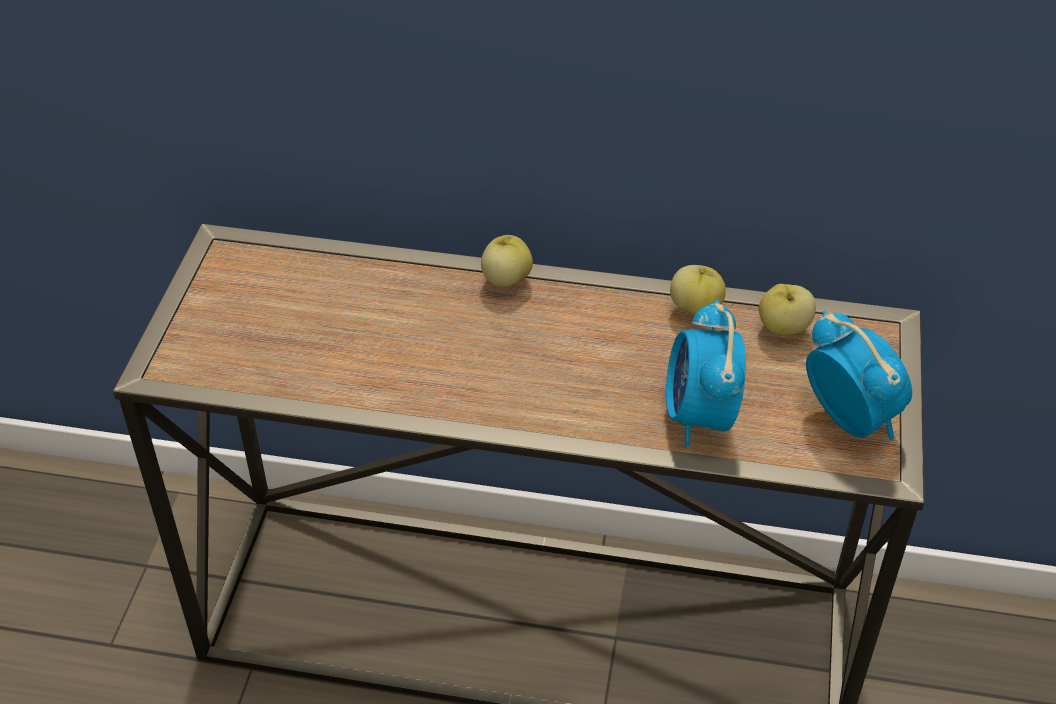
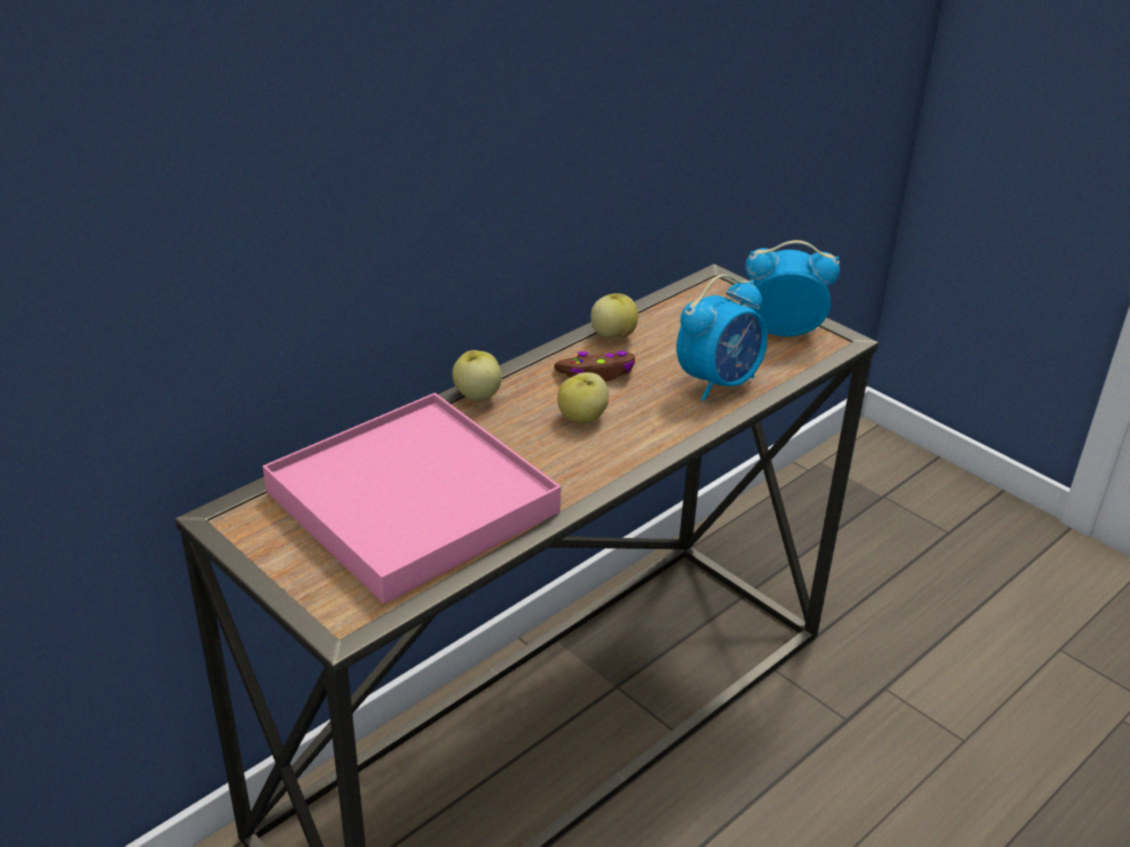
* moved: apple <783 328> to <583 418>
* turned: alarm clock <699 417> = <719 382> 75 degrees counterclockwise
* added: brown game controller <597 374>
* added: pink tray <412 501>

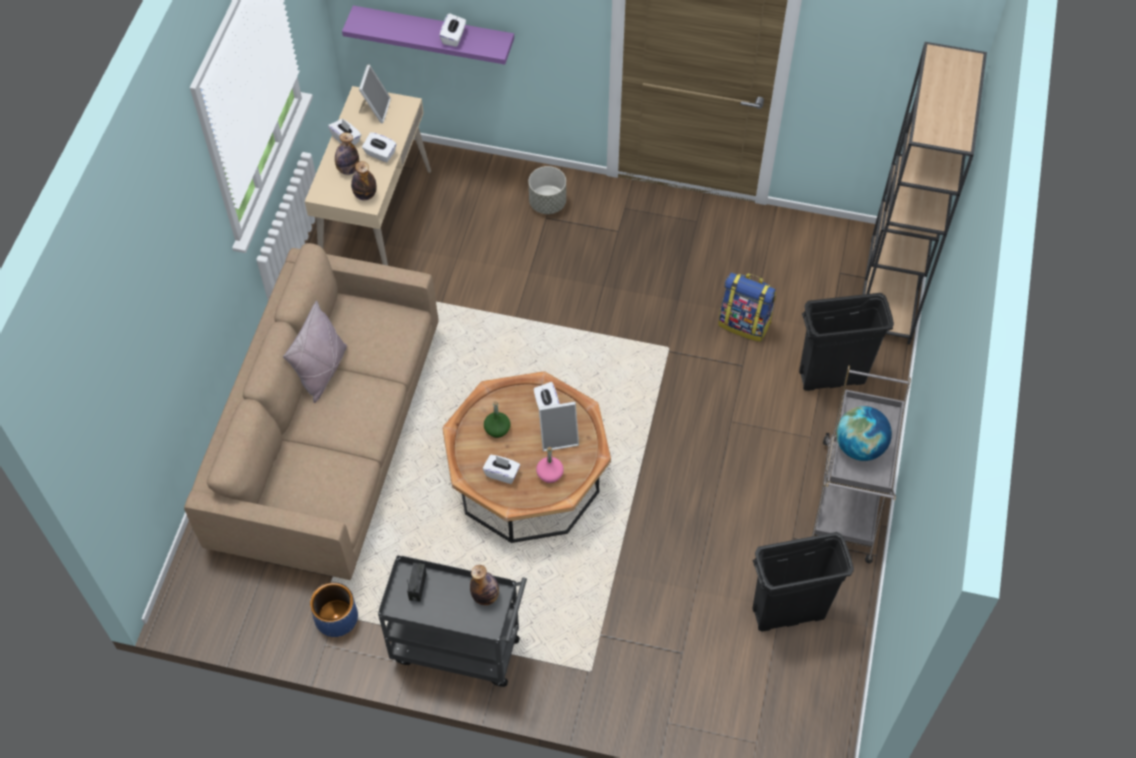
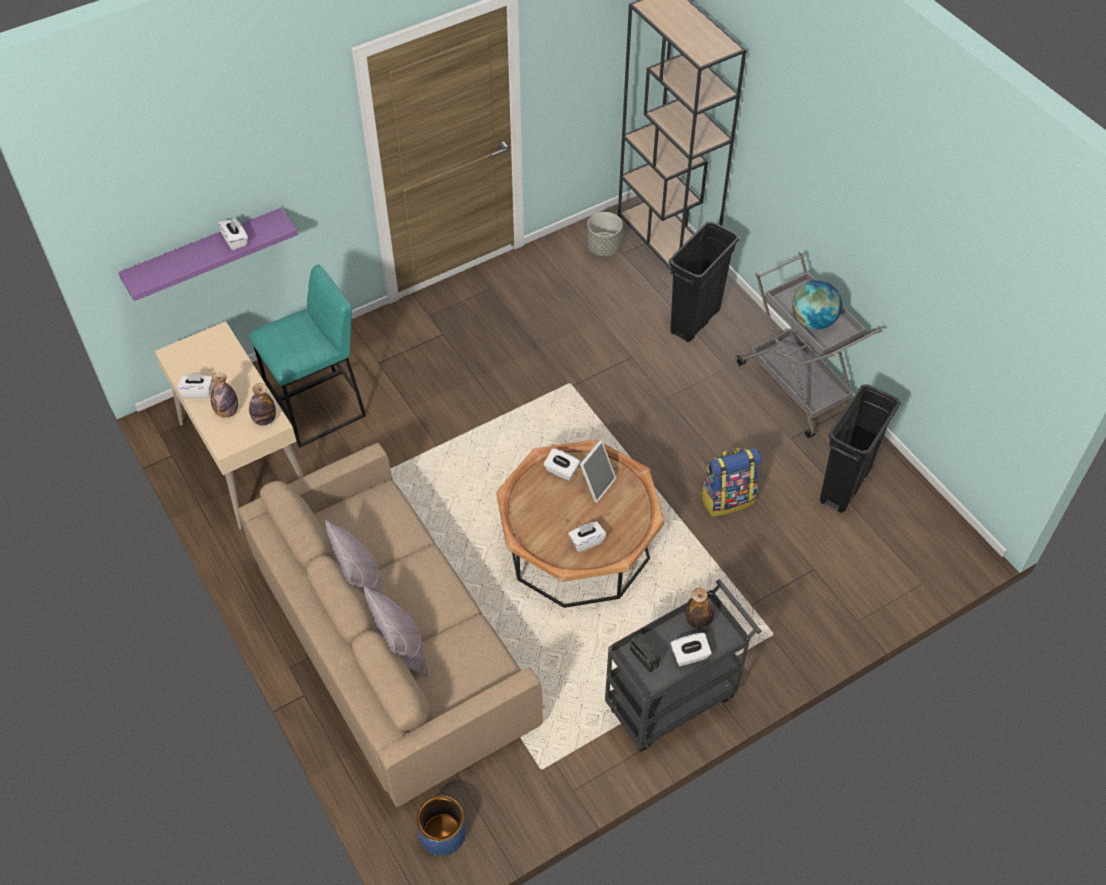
* removed: picture frame <375 109>
* moved: white tissue box <380 154> to <689 656>
* moved: grey planter <548 203> to <603 247>
* moved: backpack <745 323> to <727 499>
* removed: green bottle <497 429>
* removed: pink bottle <550 474>
* moved: blue planter <336 617> to <442 833>
* added: turquoise stool <319 409>
* added: purple pillow <401 649>

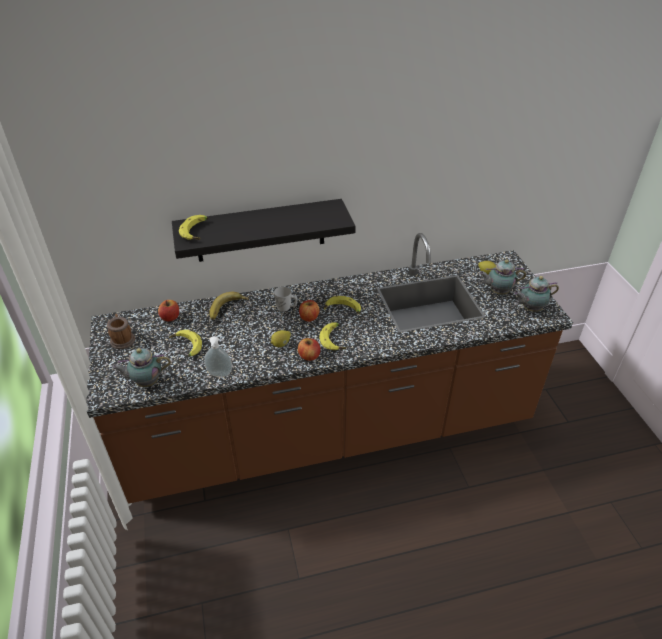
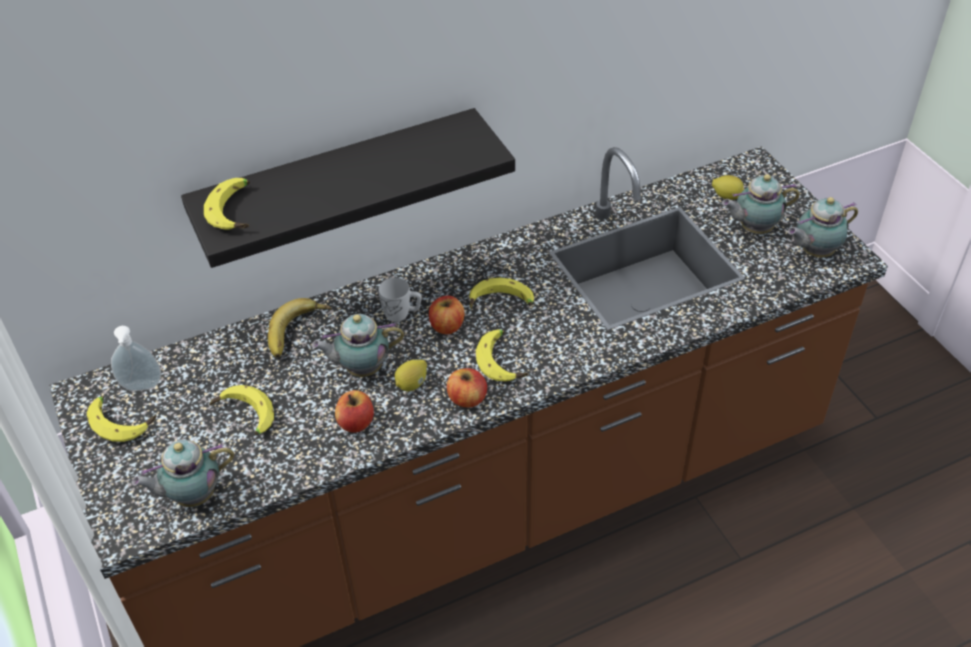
* moved: apple <170 317> to <356 422>
* replaced: mug <122 339> to banana <122 421>
* moved: soap dispenser <219 375> to <142 387>
* added: teapot <361 368>

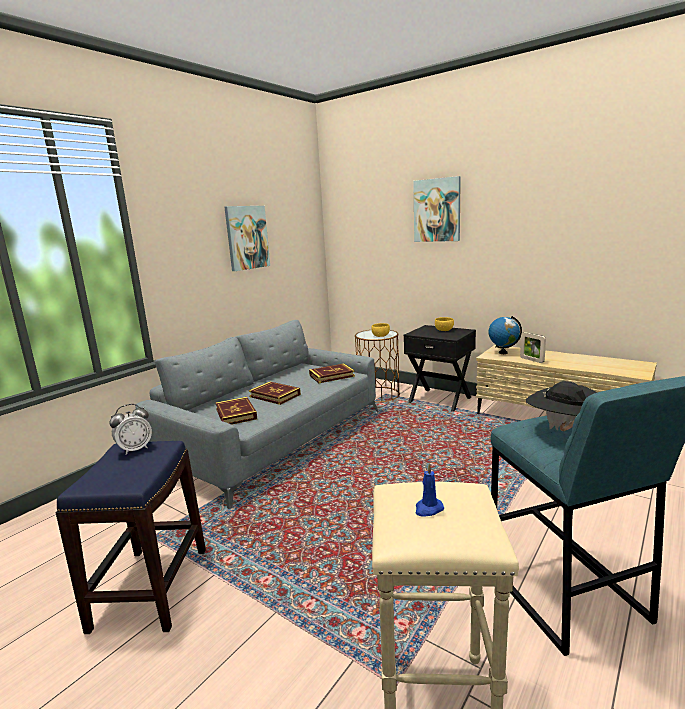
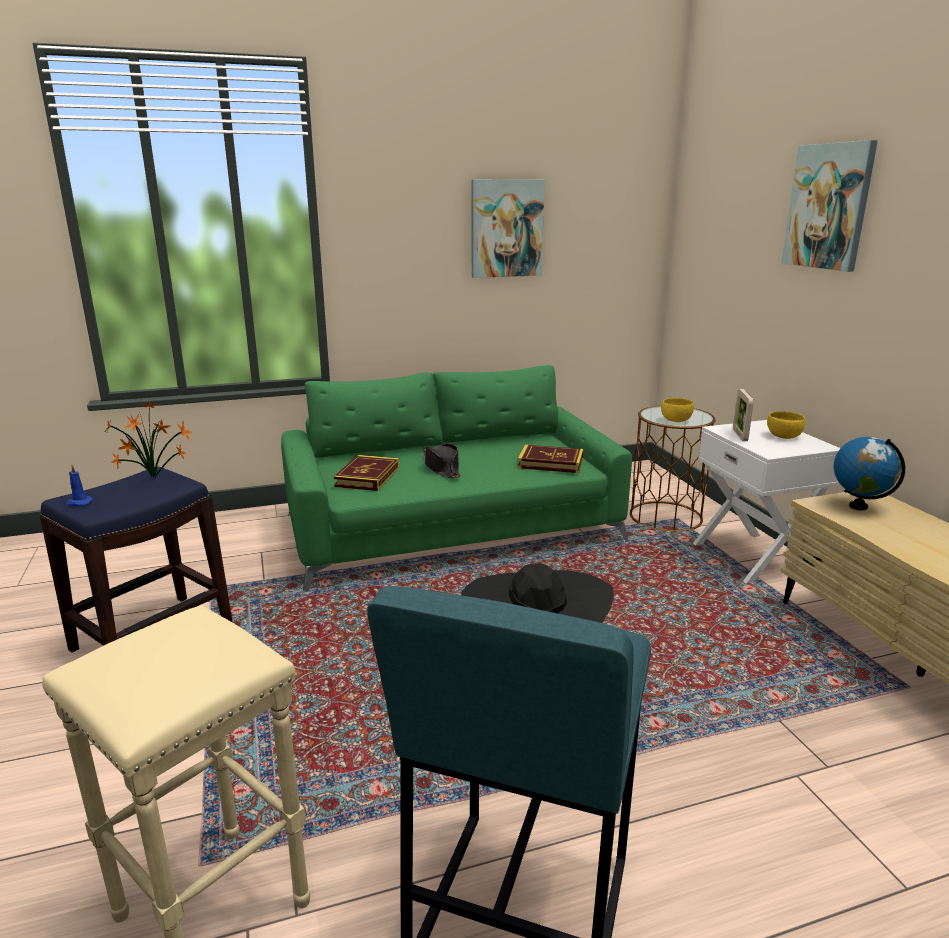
* recoloured: grey sofa <274 438> to green sofa <453 528>
* recoloured: black nightstand <440 400> to white nightstand <753 557>
* moved: picture frame <531 360> to <740 435>
* replaced: book <275 395> to black hat <441 468>
* replaced: alarm clock <135 449> to potted plant <156 478>
* moved: blue candle <428 509> to <79 503>

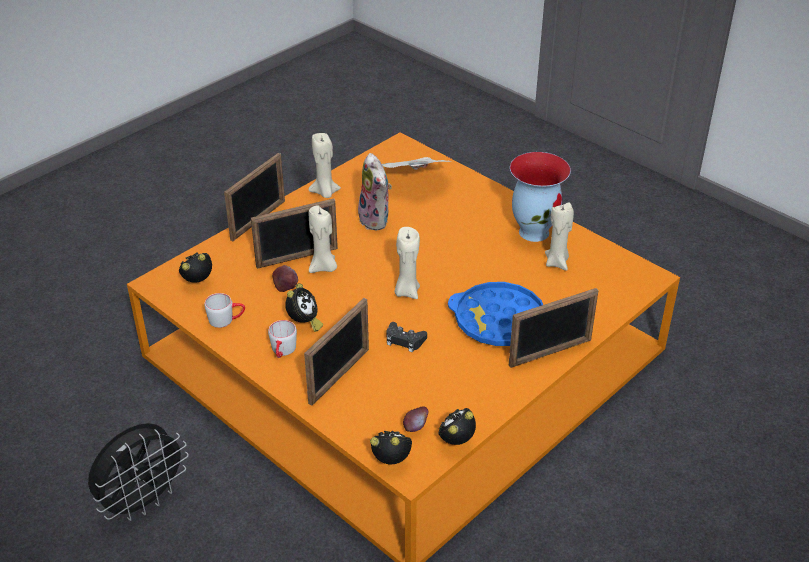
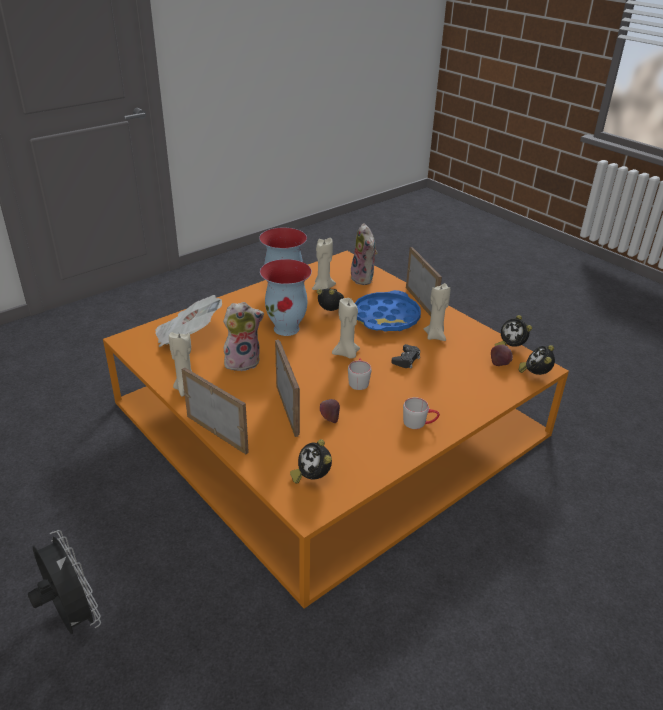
* moved: beige candle <323 267> to <435 336>
* moved: alarm clock <304 323> to <331 312>
* moved: grey mug <226 319> to <358 381>
* removed: picture frame <339 376>
* moved: black fan <143 502> to <71 616>
* added: plush toy <364 279>
* added: vase <287 328>

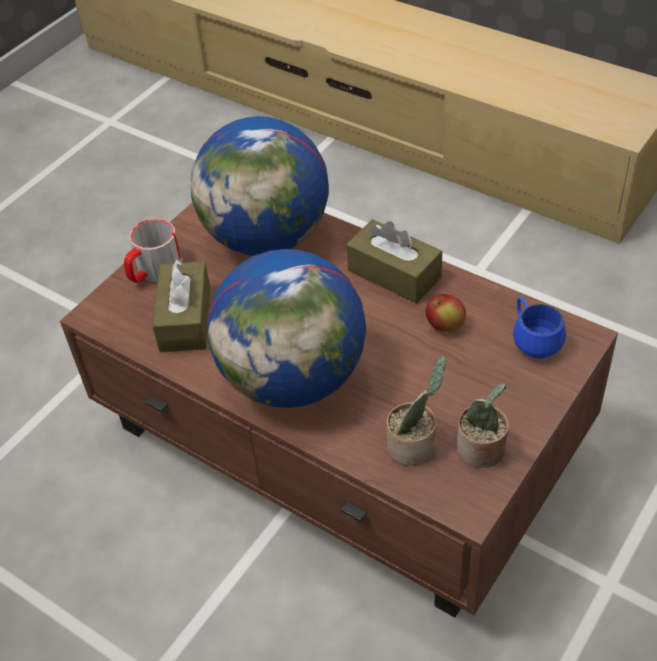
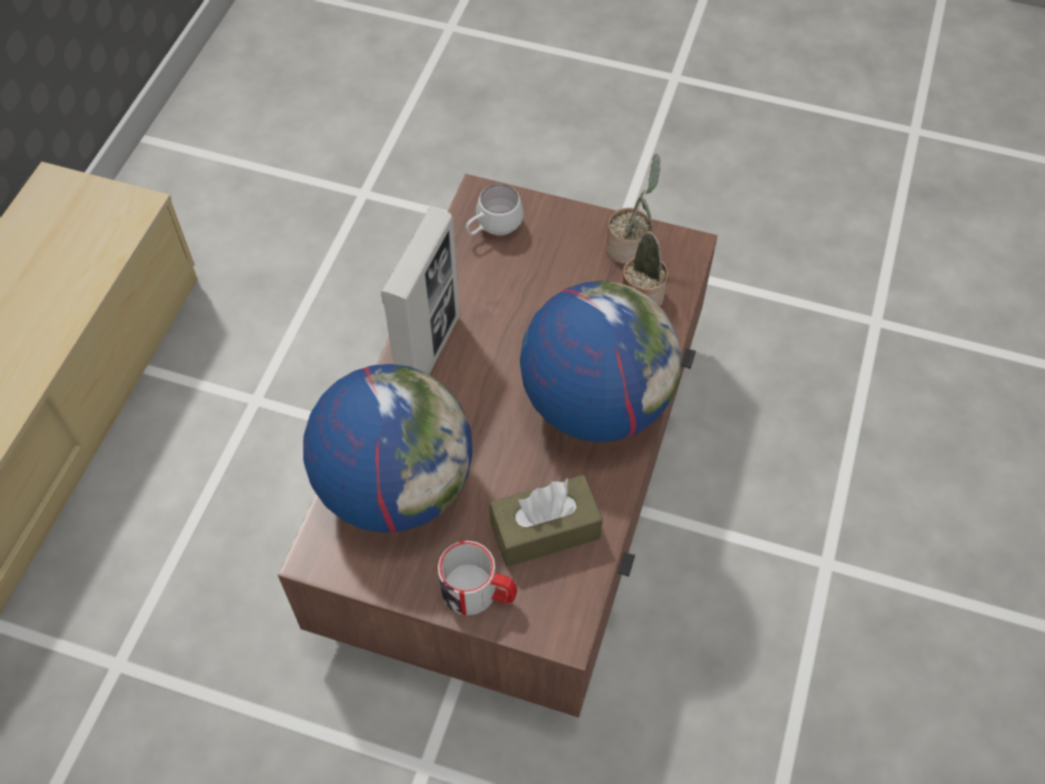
* replaced: brown tissue box <394 274> to picture frame <429 351>
* removed: apple <445 326>
* recoloured: blue mug <532 341> to white mug <493 229>

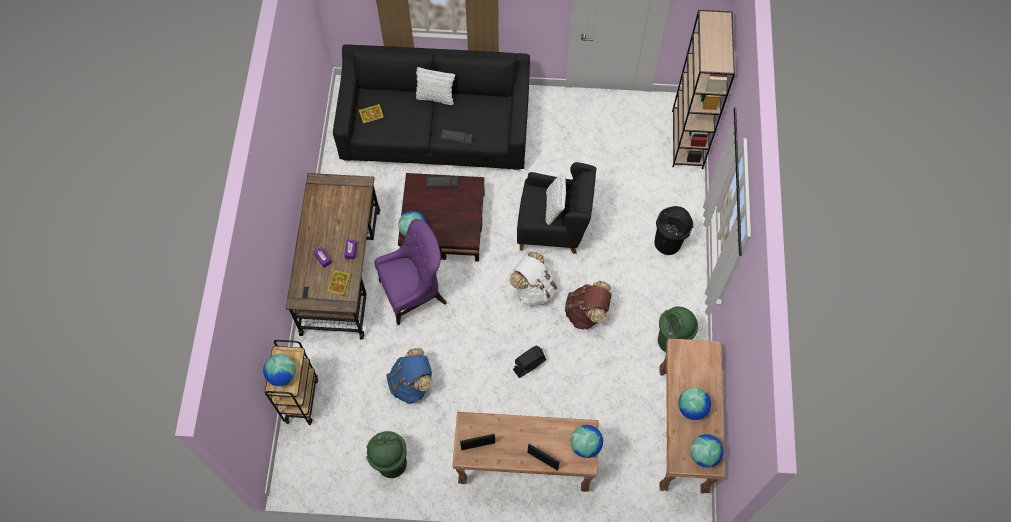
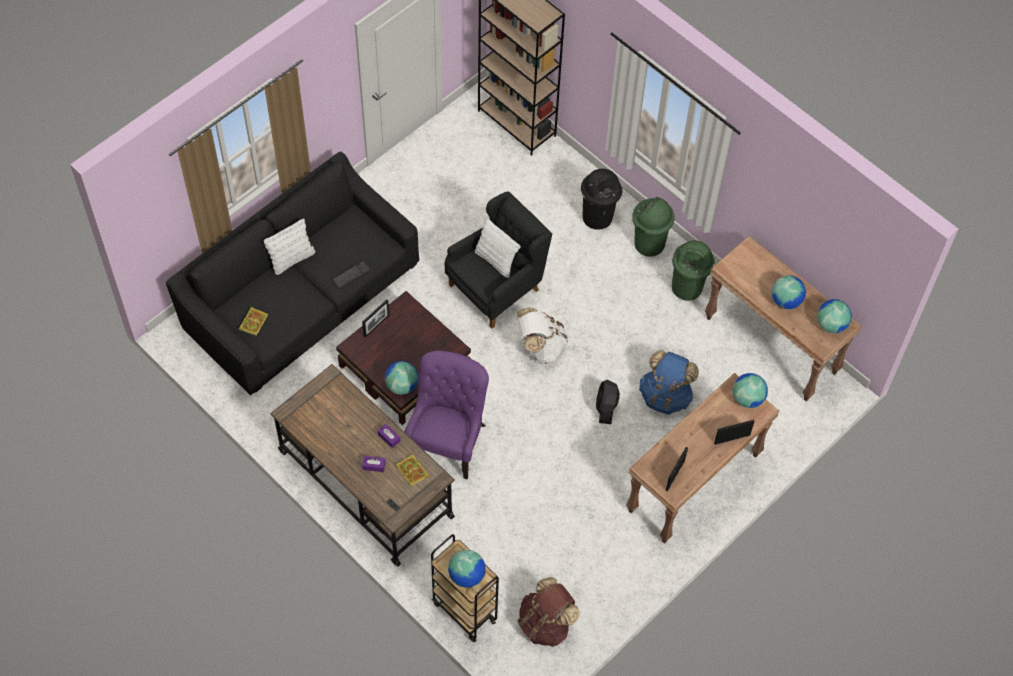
* replaced: keyboard <442 182> to picture frame <376 325>
* moved: brown backpack <586 313> to <545 624>
* moved: blue backpack <412 384> to <665 396>
* moved: green trash can <391 463> to <648 244>

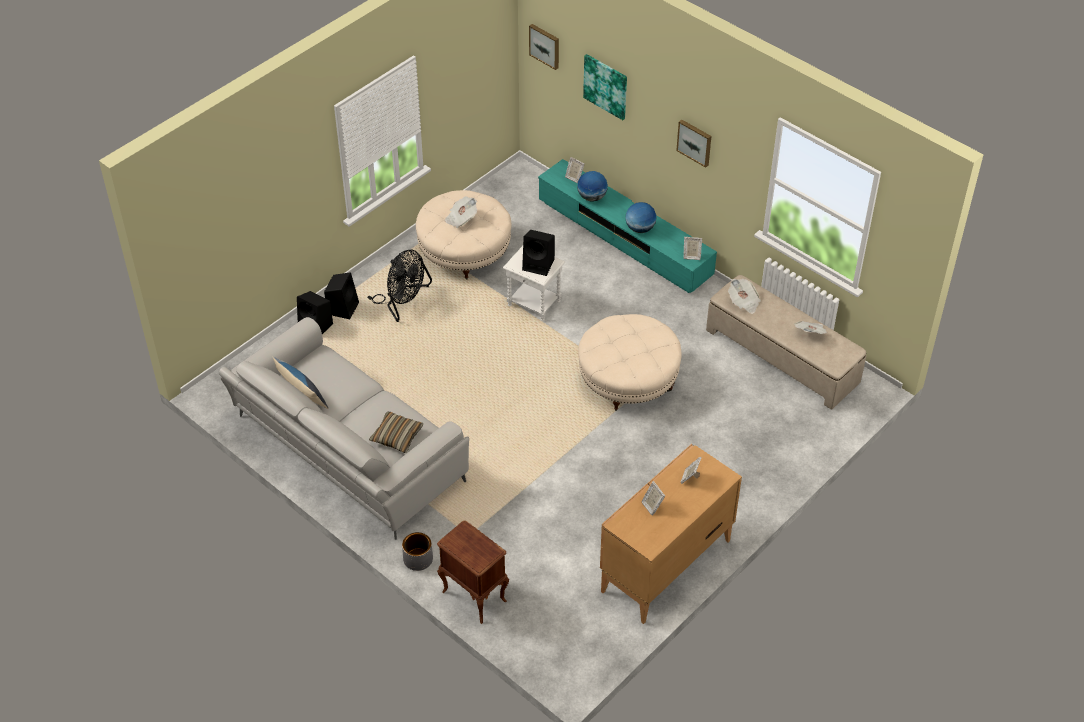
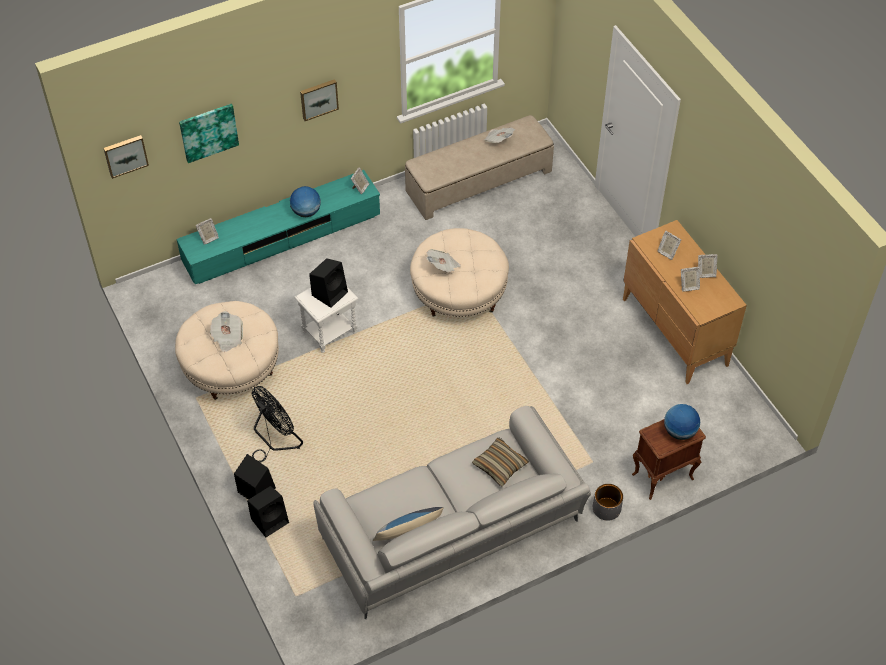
* moved: globe <592 197> to <679 431>
* moved: newspaper <743 302> to <443 266>
* added: picture frame <705 273>

